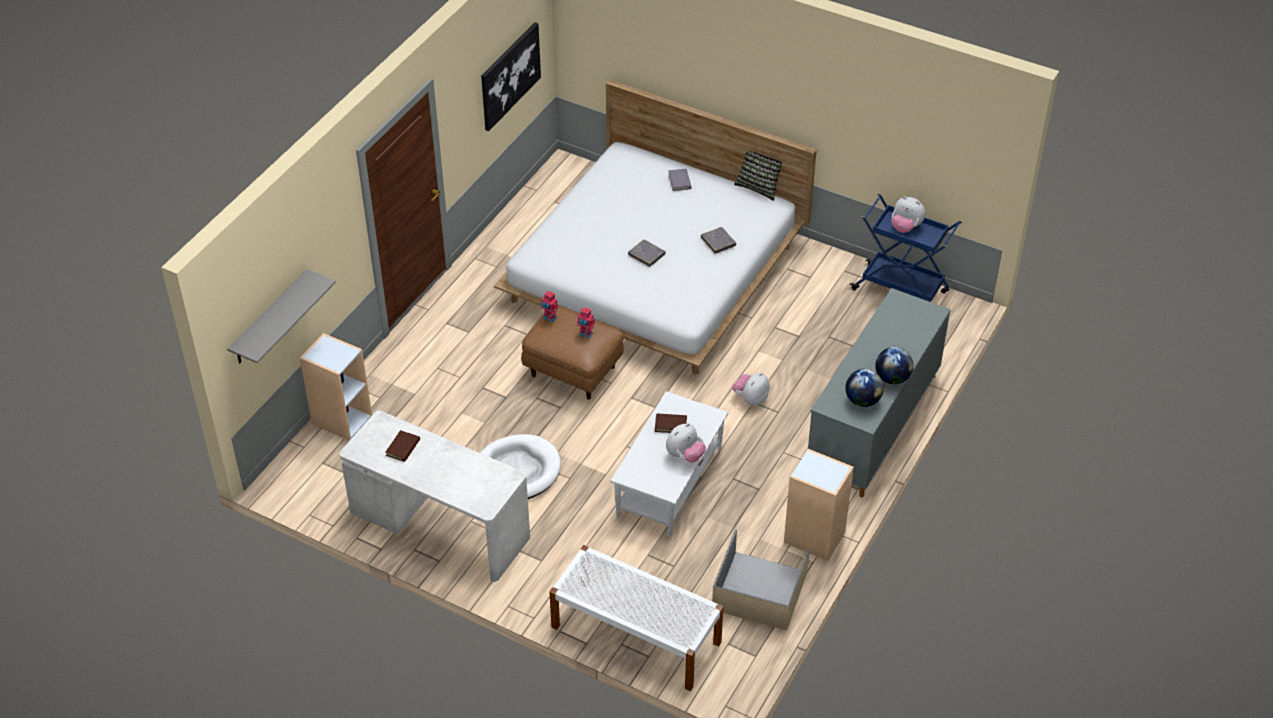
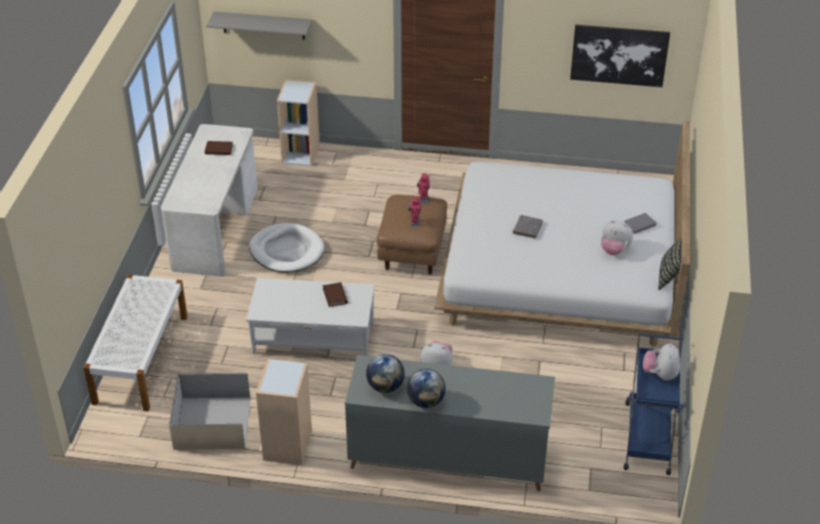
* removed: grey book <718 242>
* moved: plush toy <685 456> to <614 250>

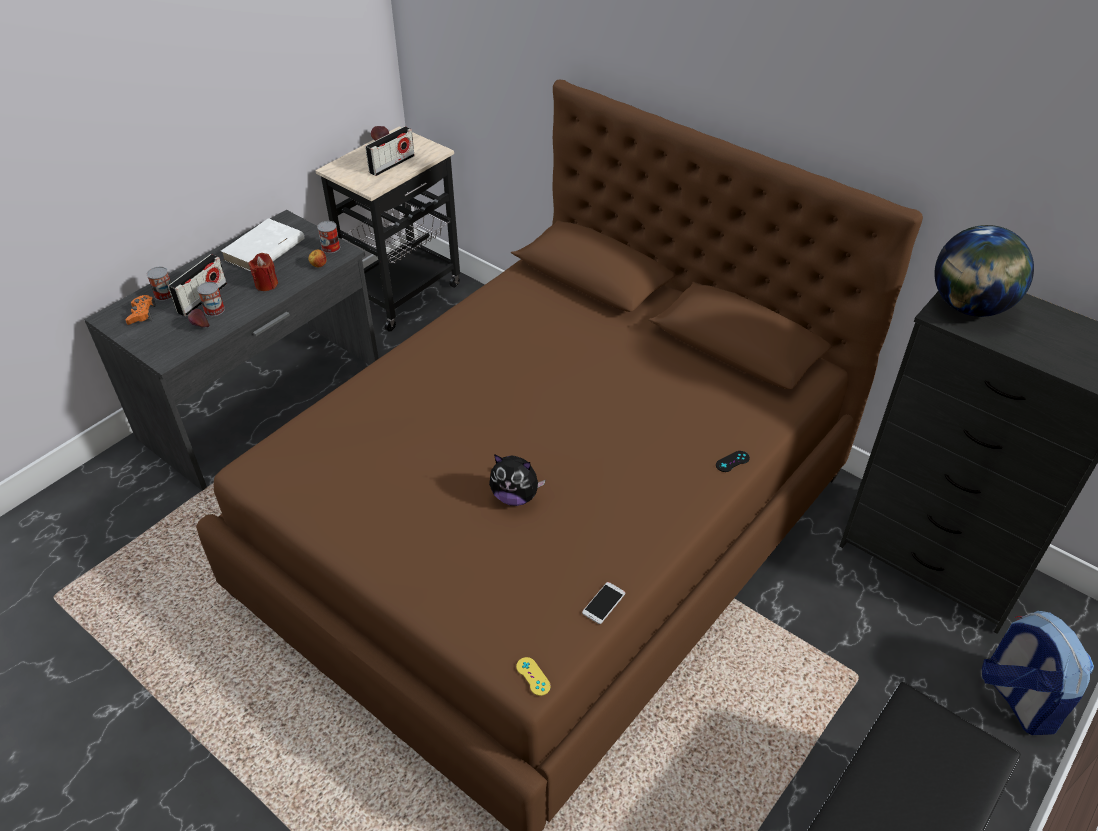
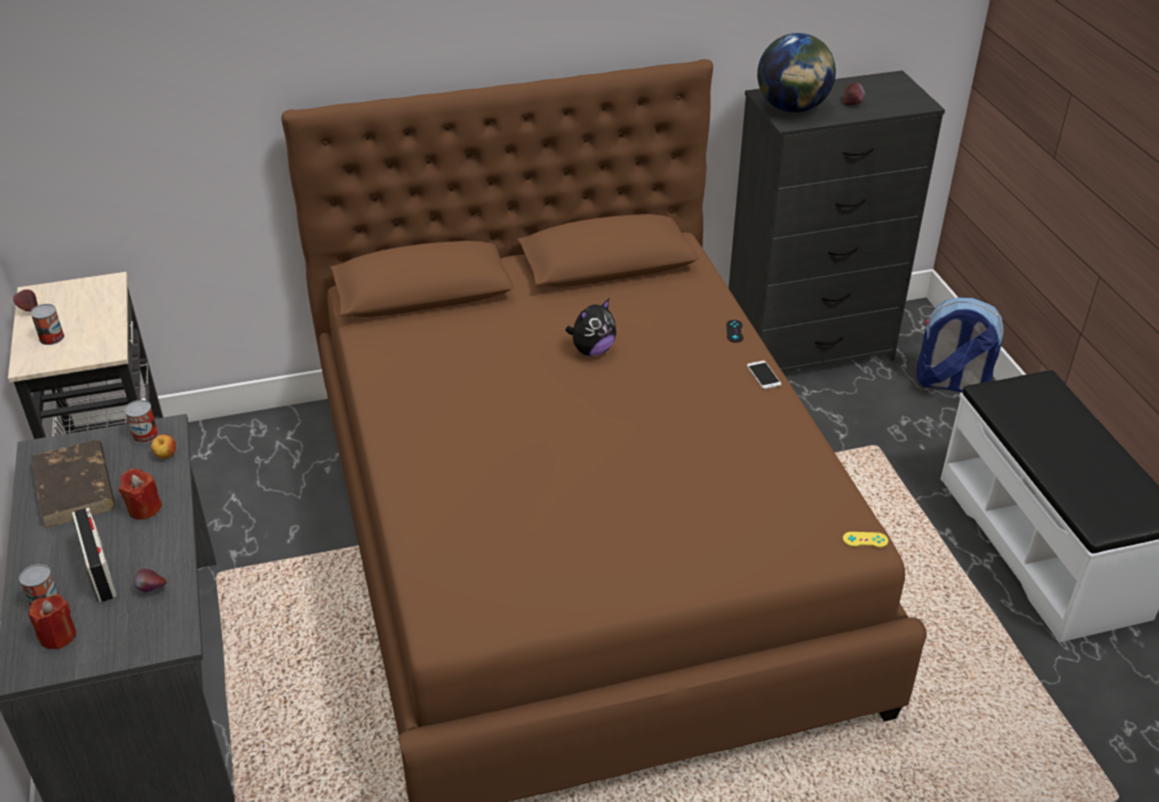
* removed: radio <392 164>
* recoloured: white book <264 250> to brown book <75 488>
* moved: can <214 310> to <51 337>
* replaced: orange game controller <141 314> to red candle <58 636>
* moved: plush toy <515 496> to <592 350>
* moved: phone <603 603> to <763 375>
* added: apple <852 103>

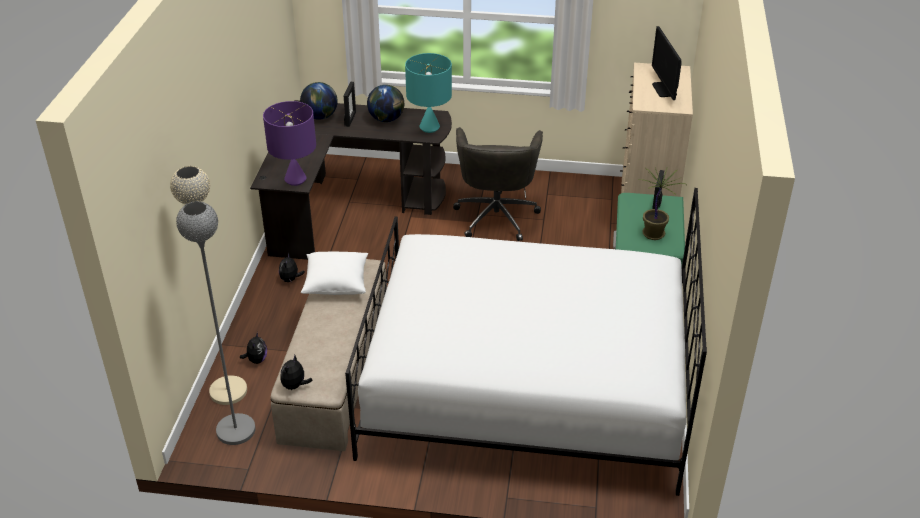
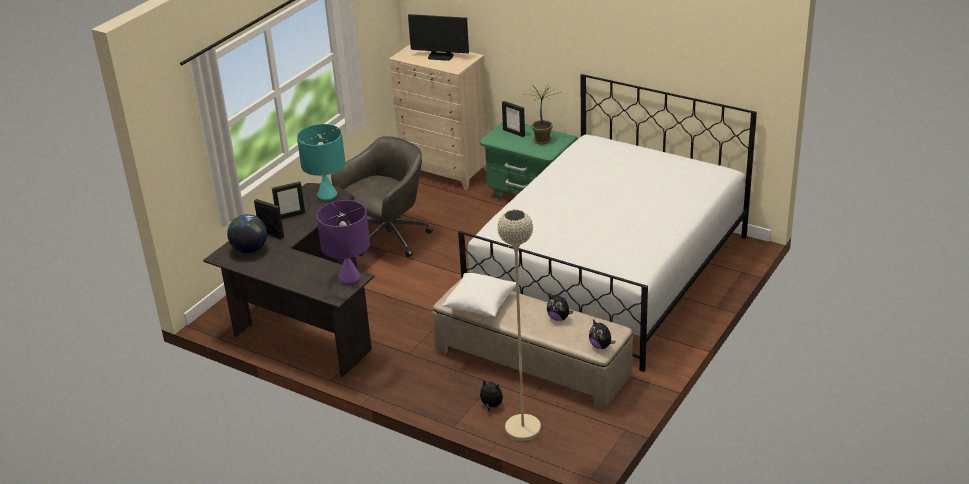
* replaced: globe <386 119> to picture frame <290 215>
* turned: grey office chair <496 215> = <387 239> 75 degrees counterclockwise
* removed: grey floor lamp <235 430>
* moved: plush toy <290 279> to <559 318>

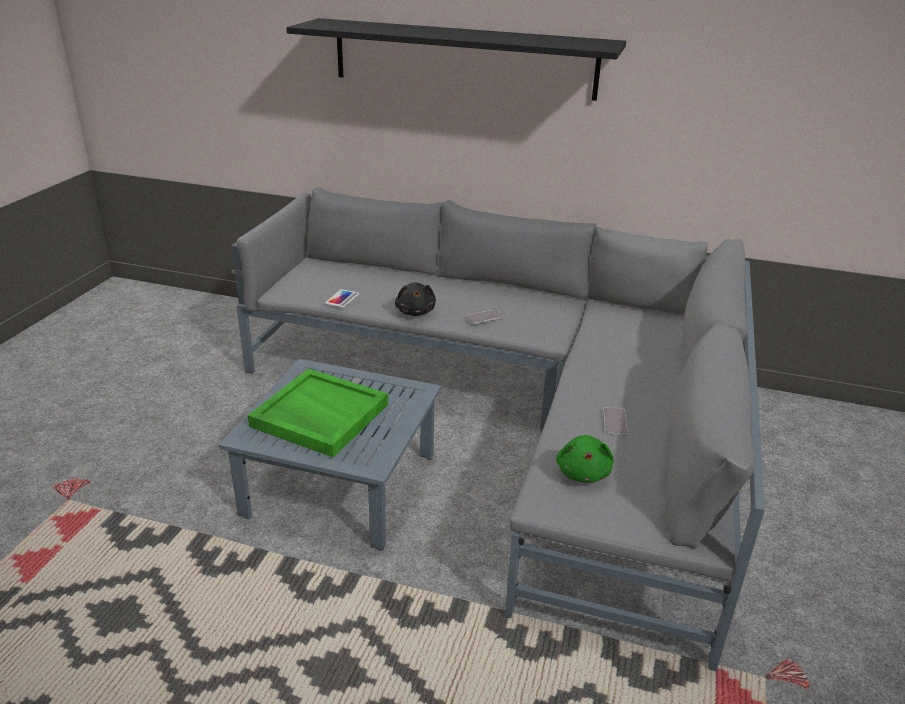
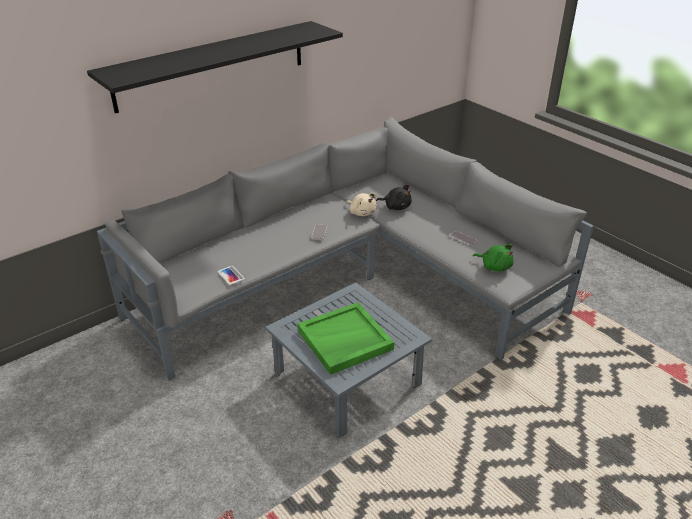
* moved: black plush toy <415 312> to <396 207>
* added: beige plush toy <362 212>

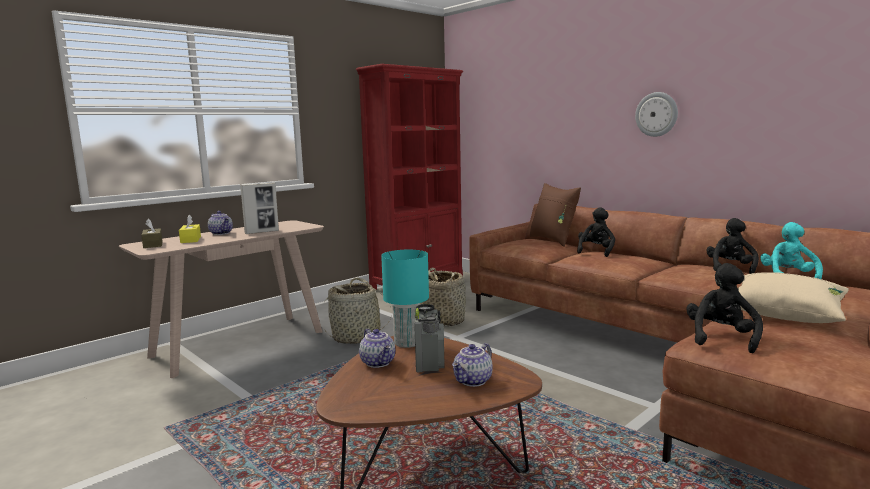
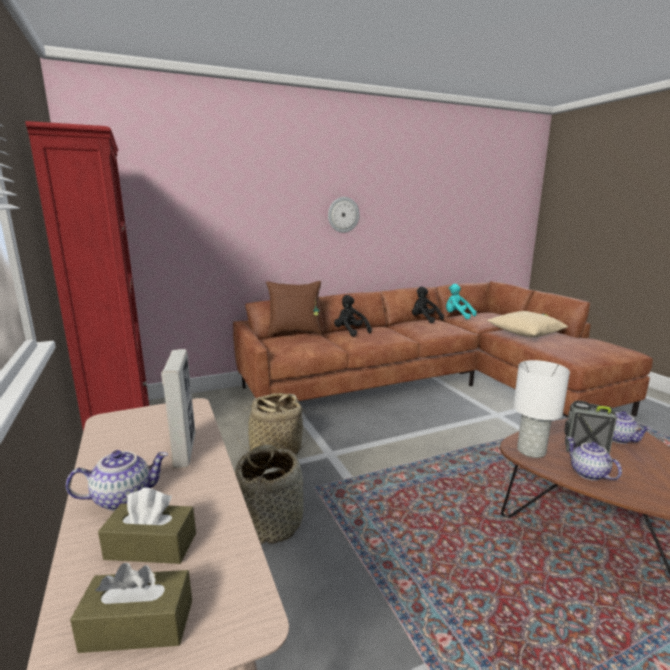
* recoloured: yellow tissue box <190 240> to brown tissue box <151 546>
* recoloured: turquoise table lamp <408 342> to white table lamp <531 450>
* removed: black plush toy <721 338>
* turned: teapot <378 362> = <587 473> 105 degrees counterclockwise

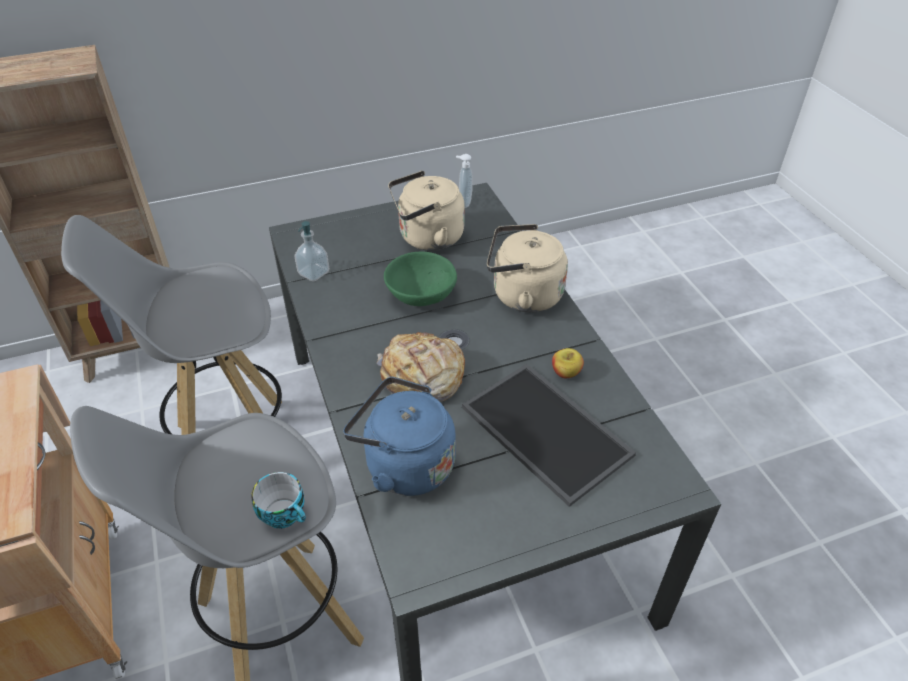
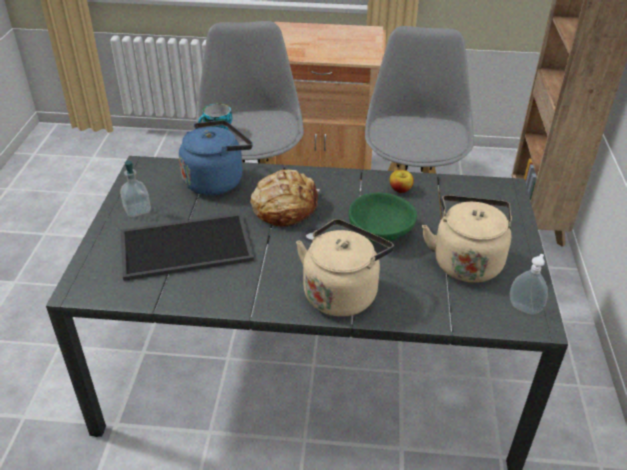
* moved: soap dispenser <313 273> to <137 210>
* moved: apple <566 372> to <400 189>

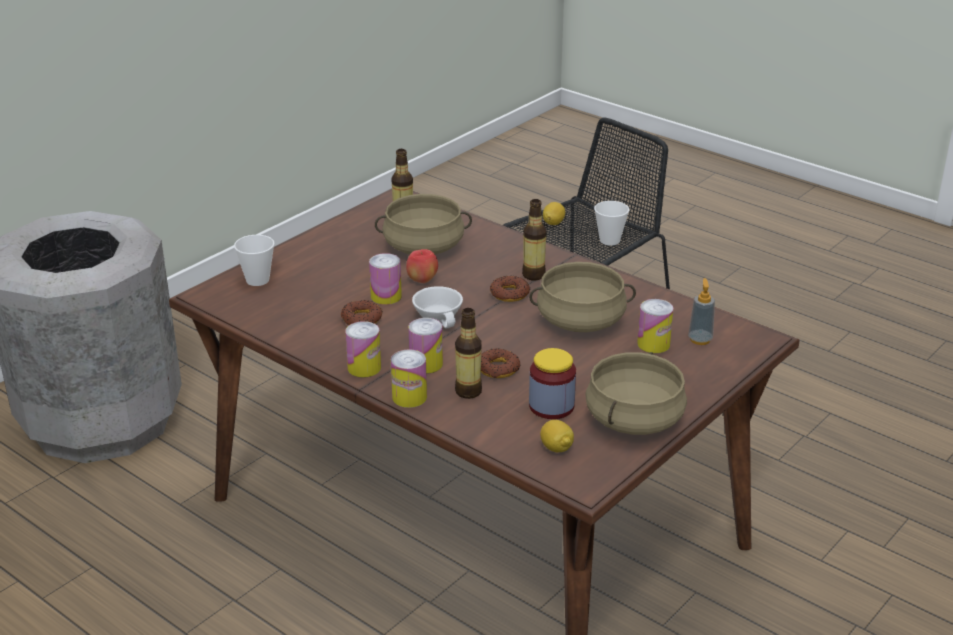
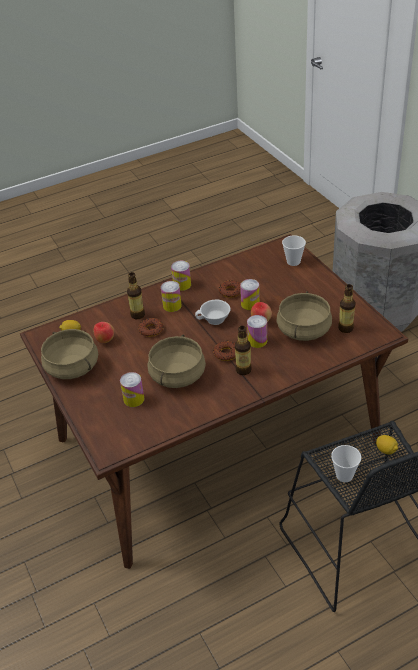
* removed: soap dispenser <700 339>
* replaced: jar <551 406> to apple <105 340>
* moved: can <409 397> to <257 341>

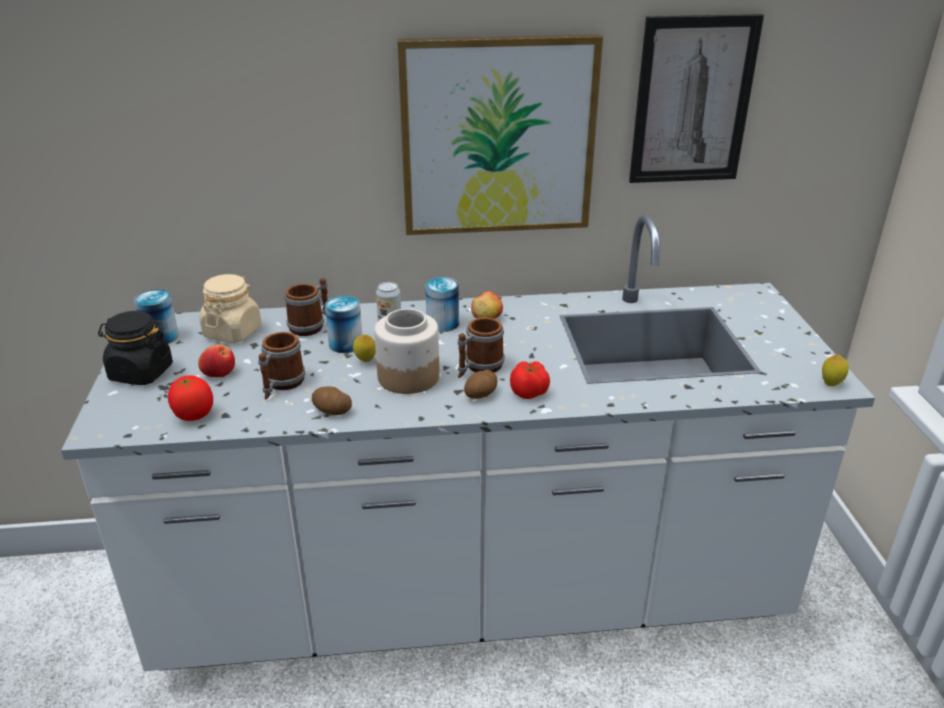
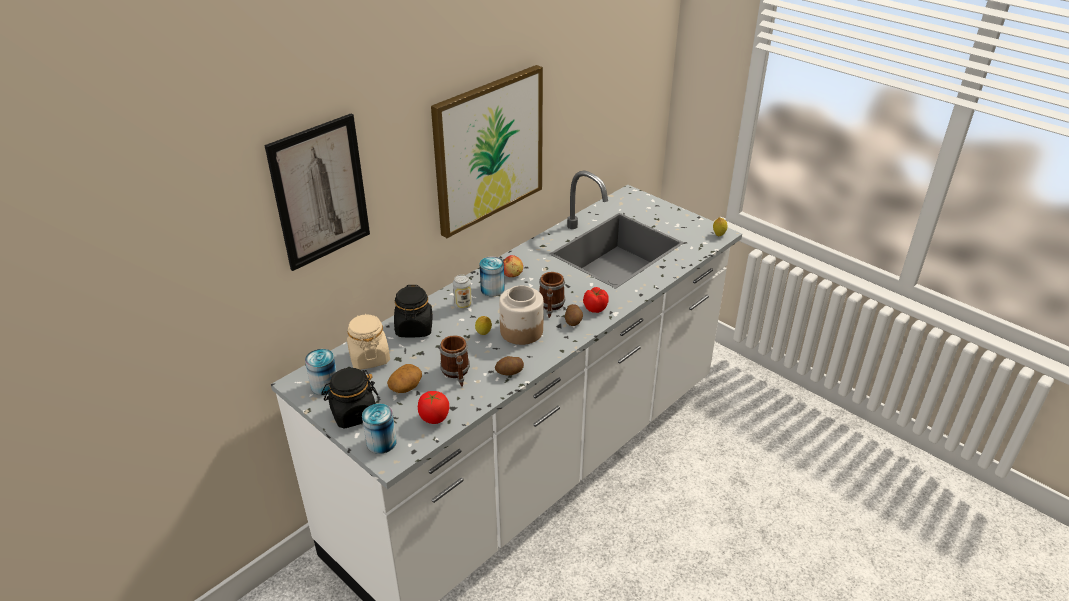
* moved: picture <692 101> to <320 192>
* replaced: mug <311 325> to black jar <414 328>
* moved: can <346 344> to <381 442>
* replaced: apple <218 373> to potato <405 387>

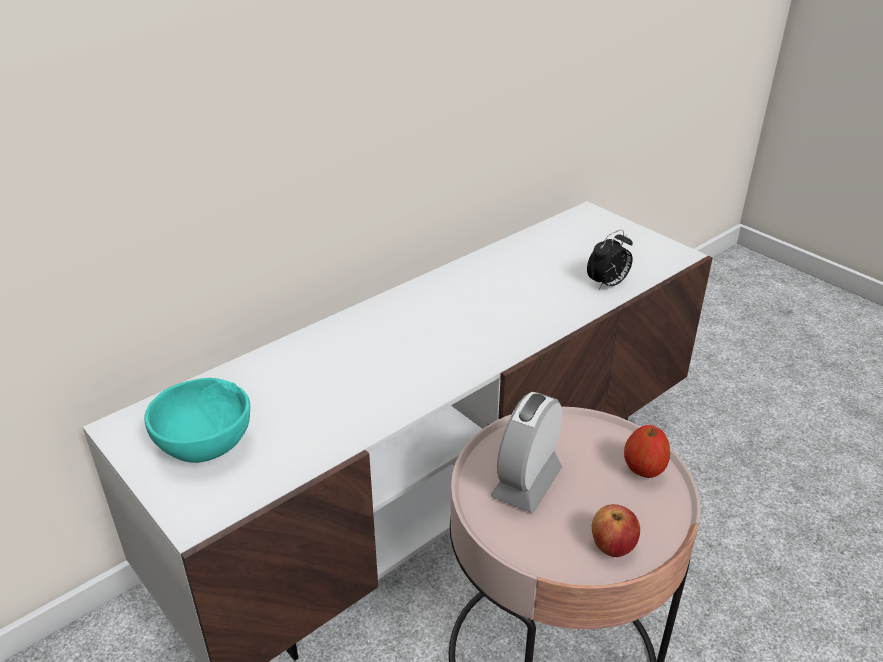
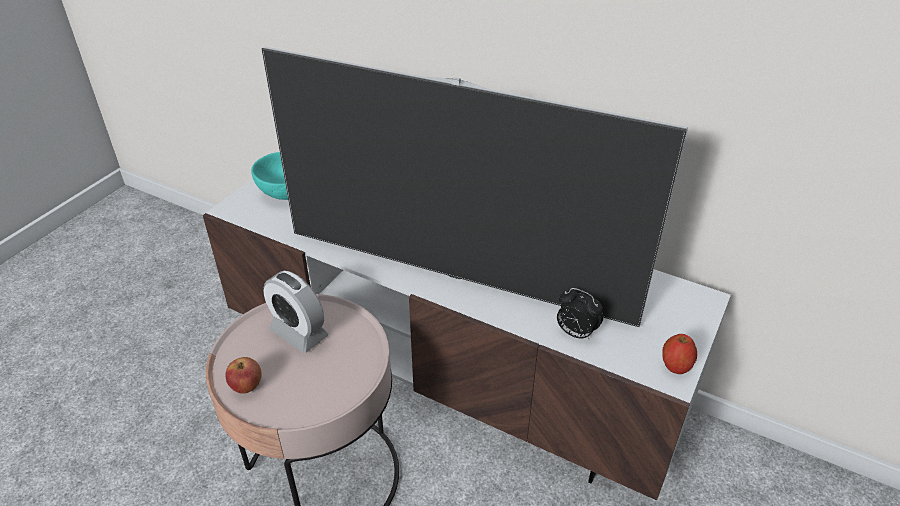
* turned: alarm clock <526 483> = <299 333> 150 degrees counterclockwise
* moved: apple <643 470> to <675 366>
* added: television <456 275>

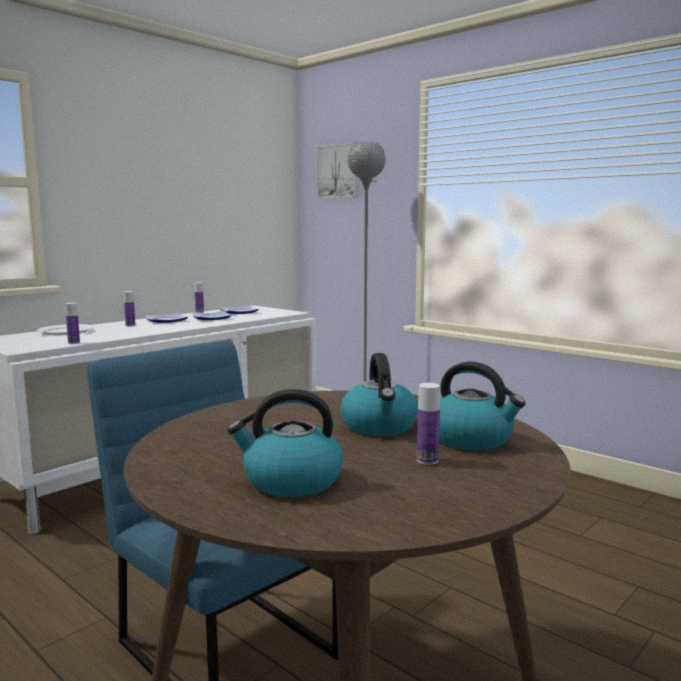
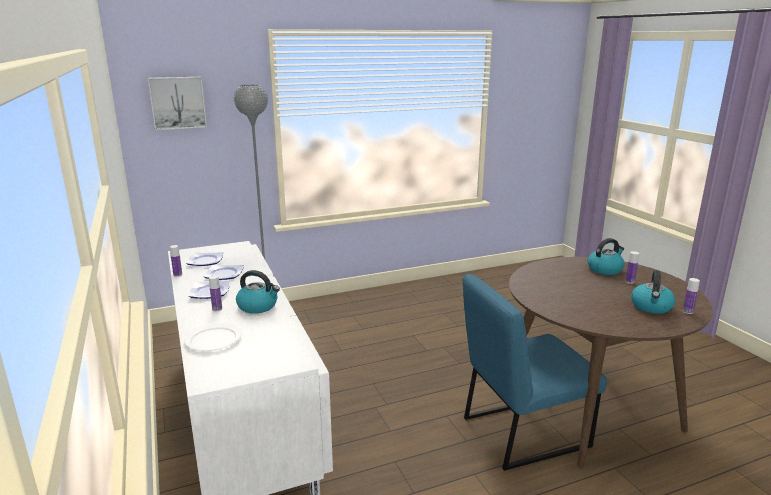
* moved: bottle <74 343> to <687 311>
* moved: kettle <380 426> to <258 306>

